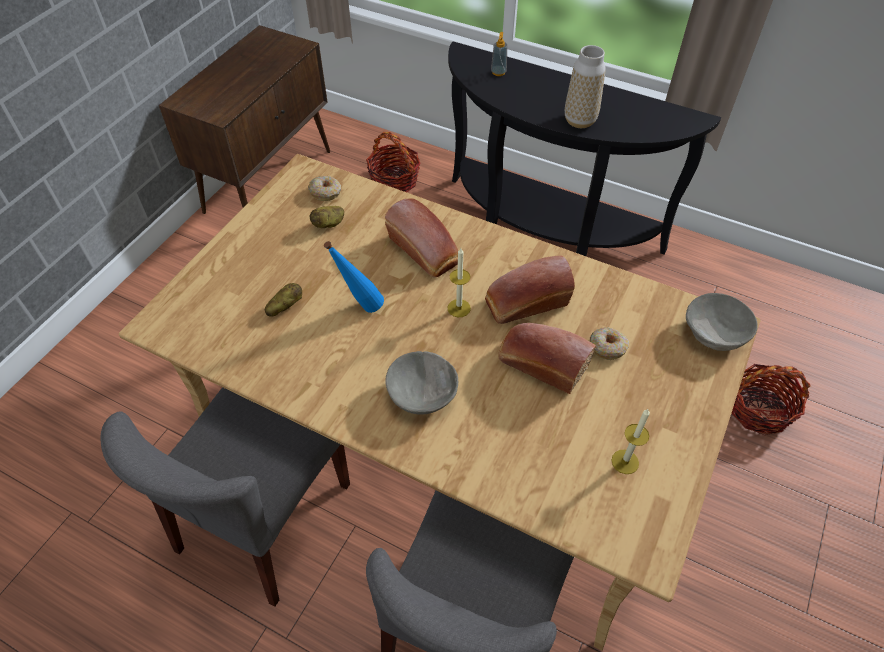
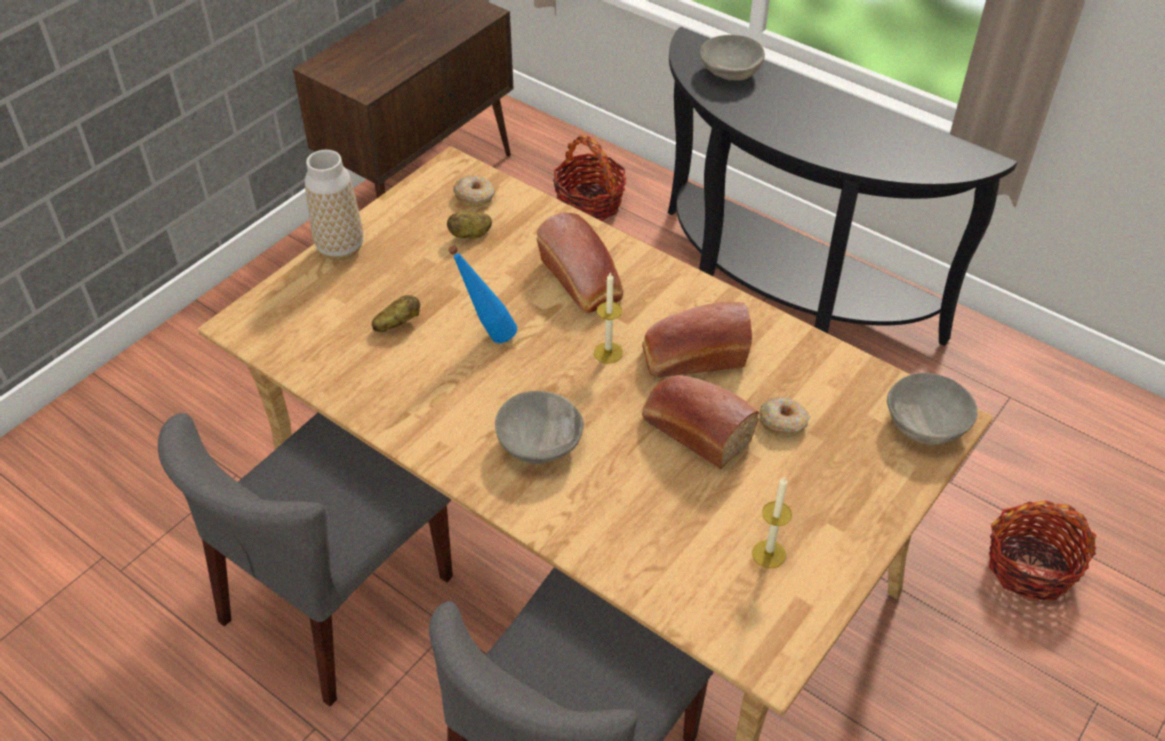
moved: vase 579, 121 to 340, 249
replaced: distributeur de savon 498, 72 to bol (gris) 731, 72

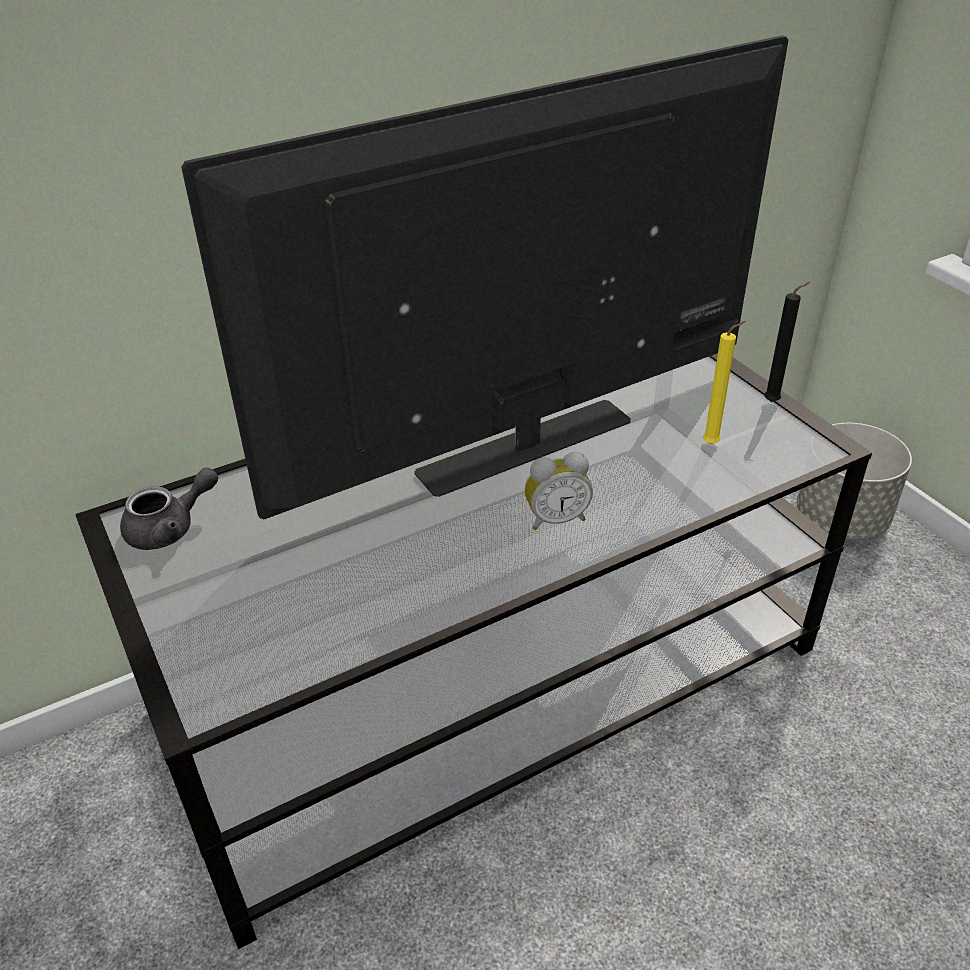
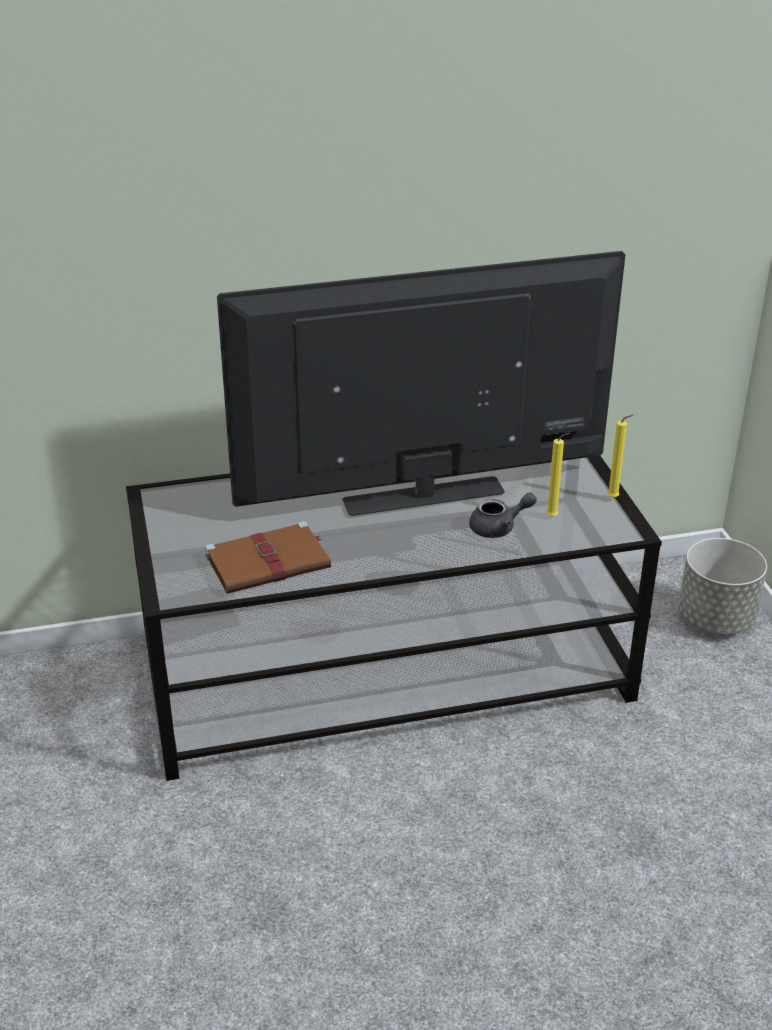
removed: réveil 556, 519
added: livre (marron) 270, 562
moved: théière (gris) 170, 528 to 499, 528
recoloured: bougie (noir) 774, 401 to bougie (jaune) 614, 498

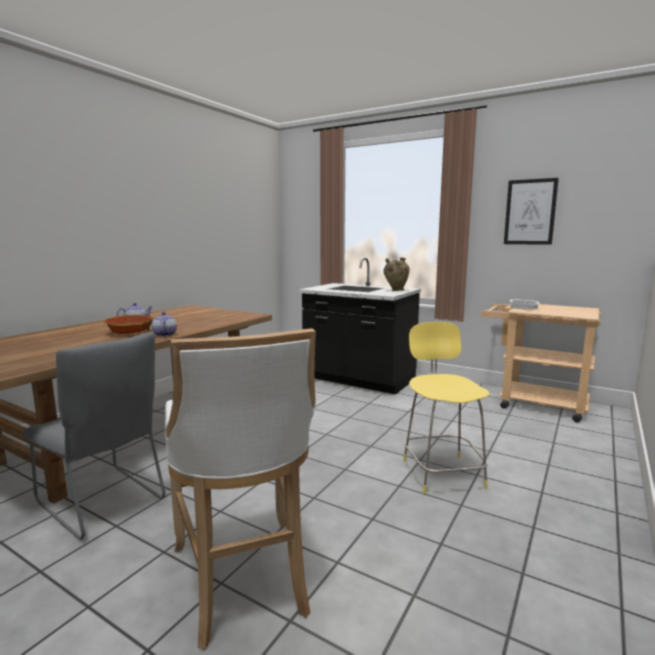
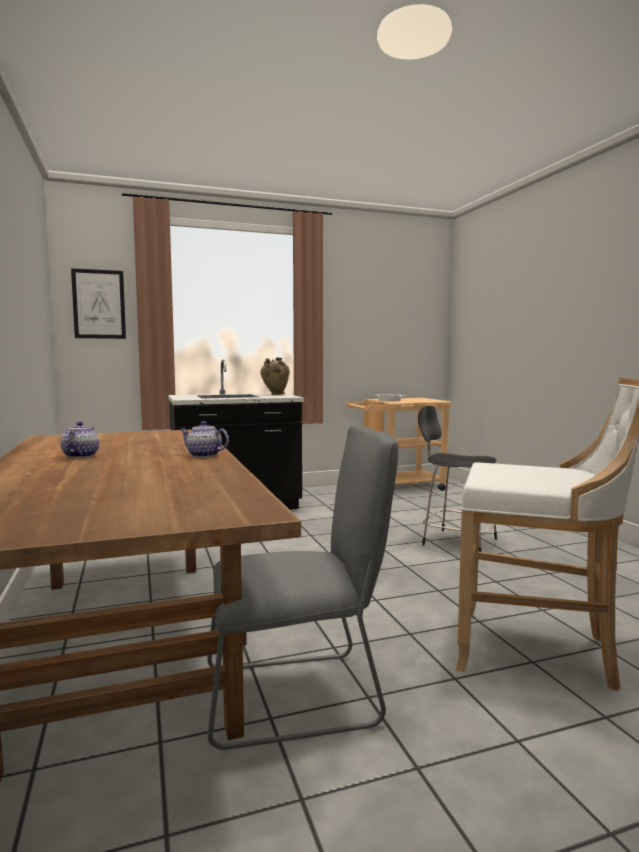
removed: bol 129, 332
moved: tableau 530, 212 to 99, 304
recoloured: tabouret (jaune) 441, 472 to tabouret (noir) 457, 541

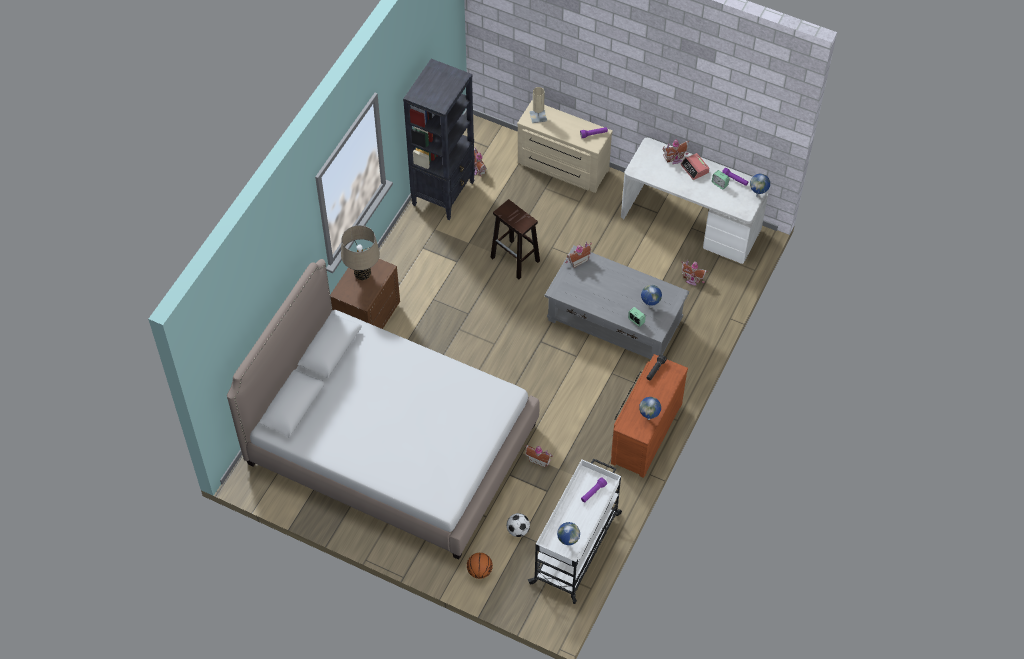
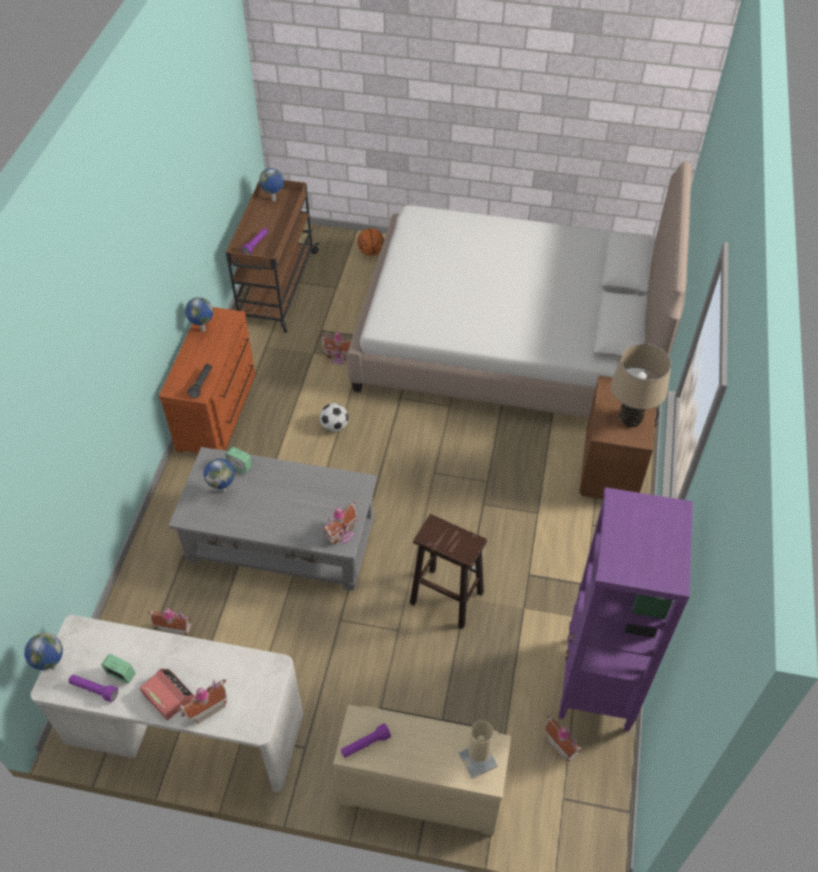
moved: ballon de foot 518, 530 to 334, 426
recoloured: bibliothèque (noir) 444, 193 to bibliothèque (violet) 596, 685; chariot (blanc) 576, 547 to chariot (marron) 276, 288

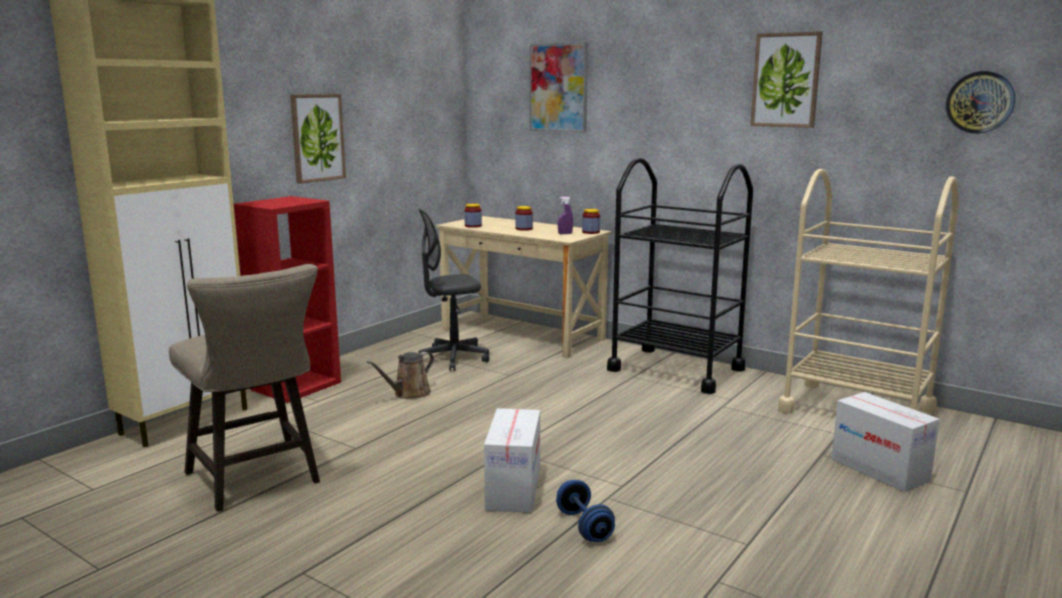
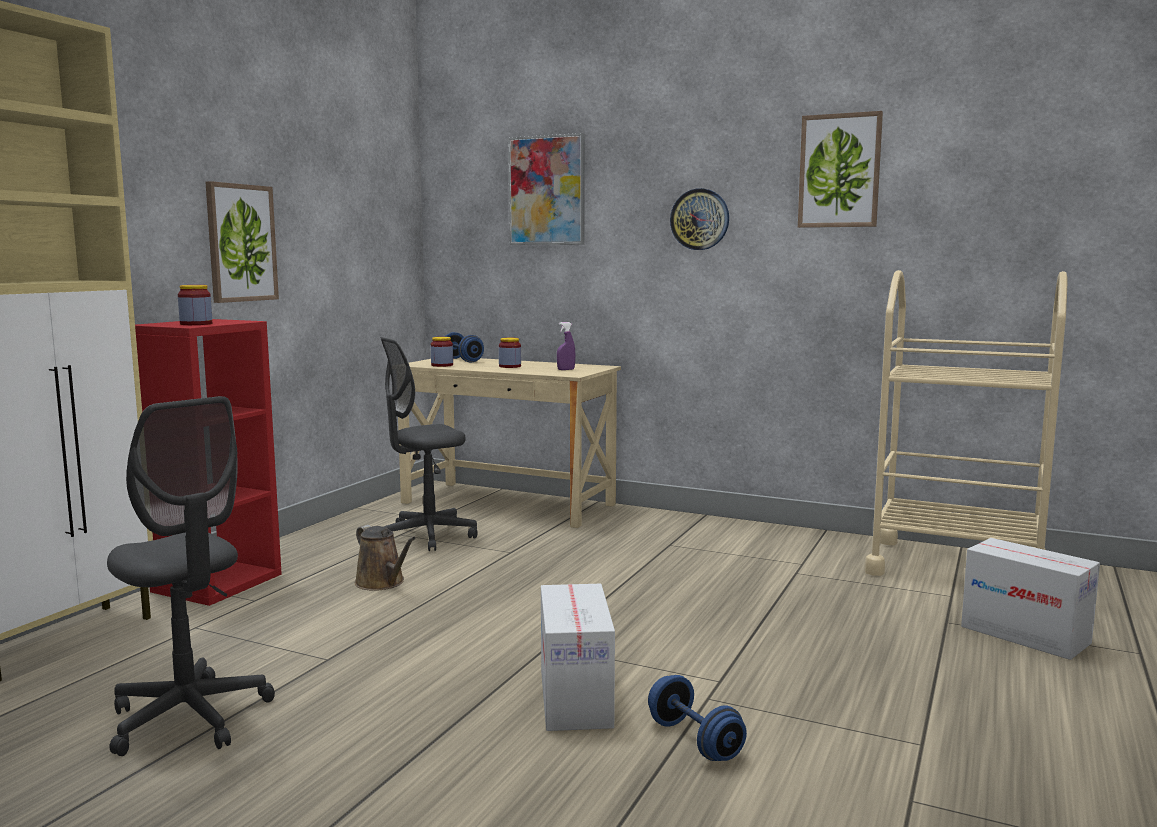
removed: chariot (noir) 676, 369
added: haltère (bleu) 462, 360
moved: bocal 591, 232 to 196, 324; horloge murale 980, 102 to 700, 219
replaced: tabouret (beige) 257, 481 to chaise de bureau (gris) 189, 718
turned: arrosoir (marron) 409, 394 = 382, 583 75 degrees counterclockwise

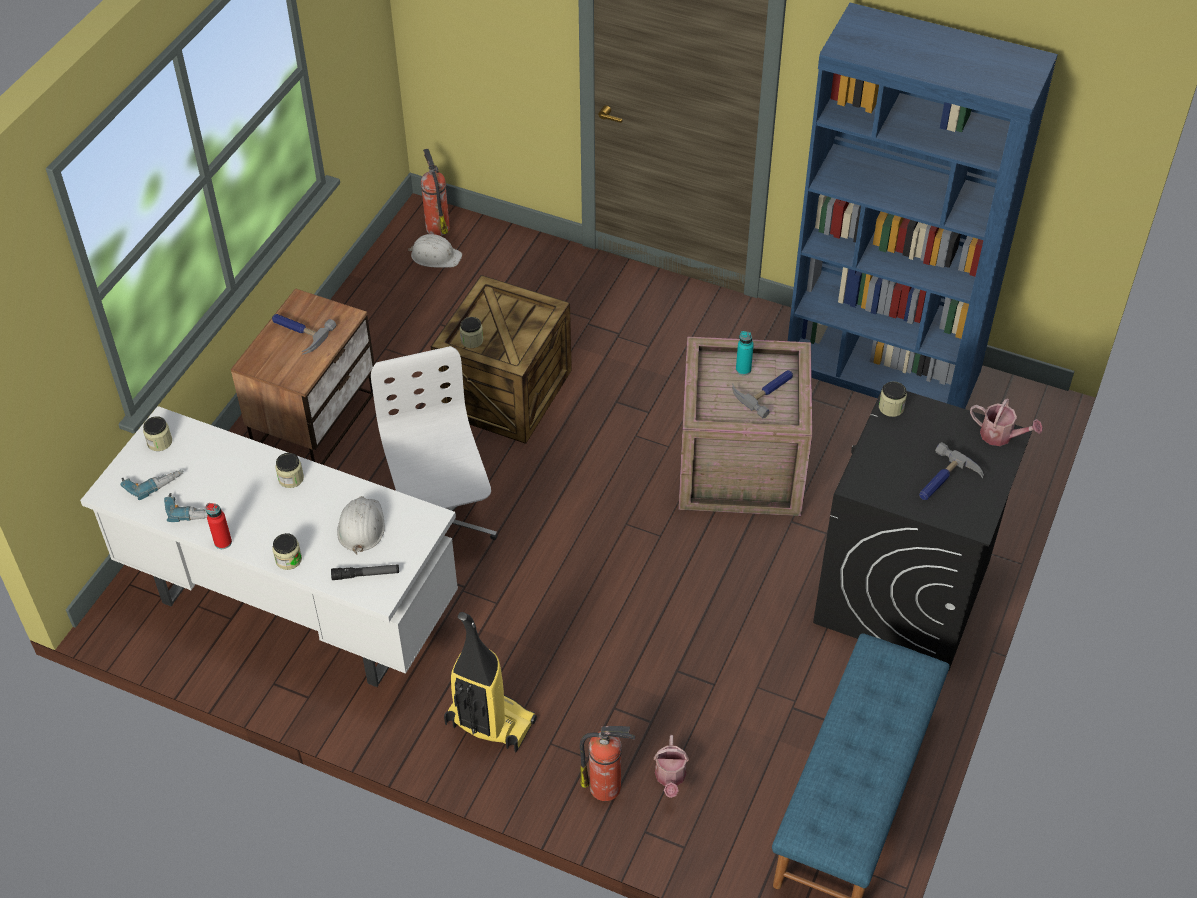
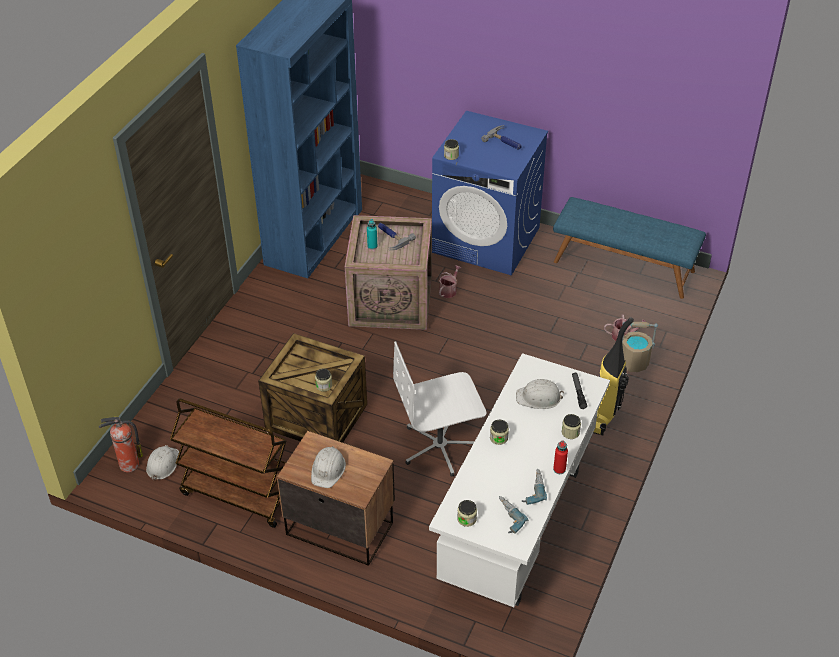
added: chariot (marron) 237, 495
moved: arrosoir 1001, 436 to 449, 290
replaced: marteau 298, 333 to casque de chantier (blanc) 328, 469; extincteur 607, 787 to seau (beige) 634, 362
recoloured: lave-linge (noir) 902, 592 to lave-linge (bleu) 487, 240

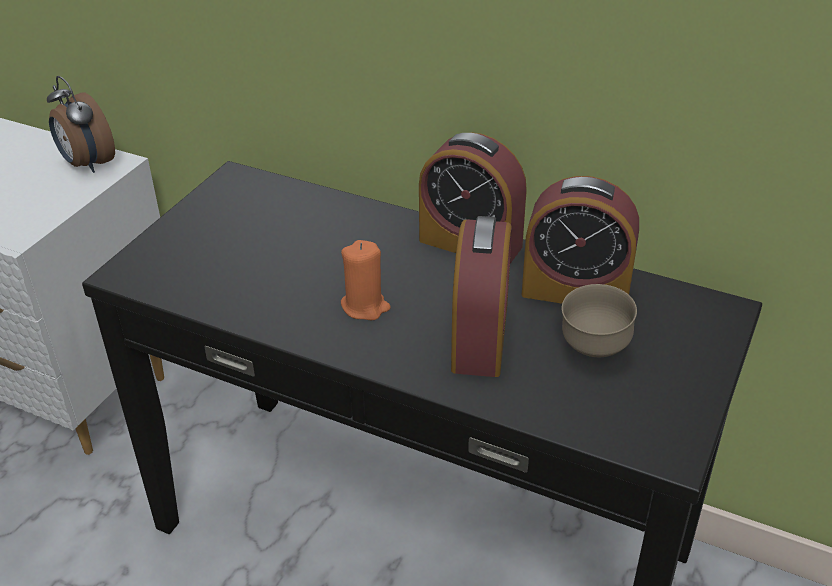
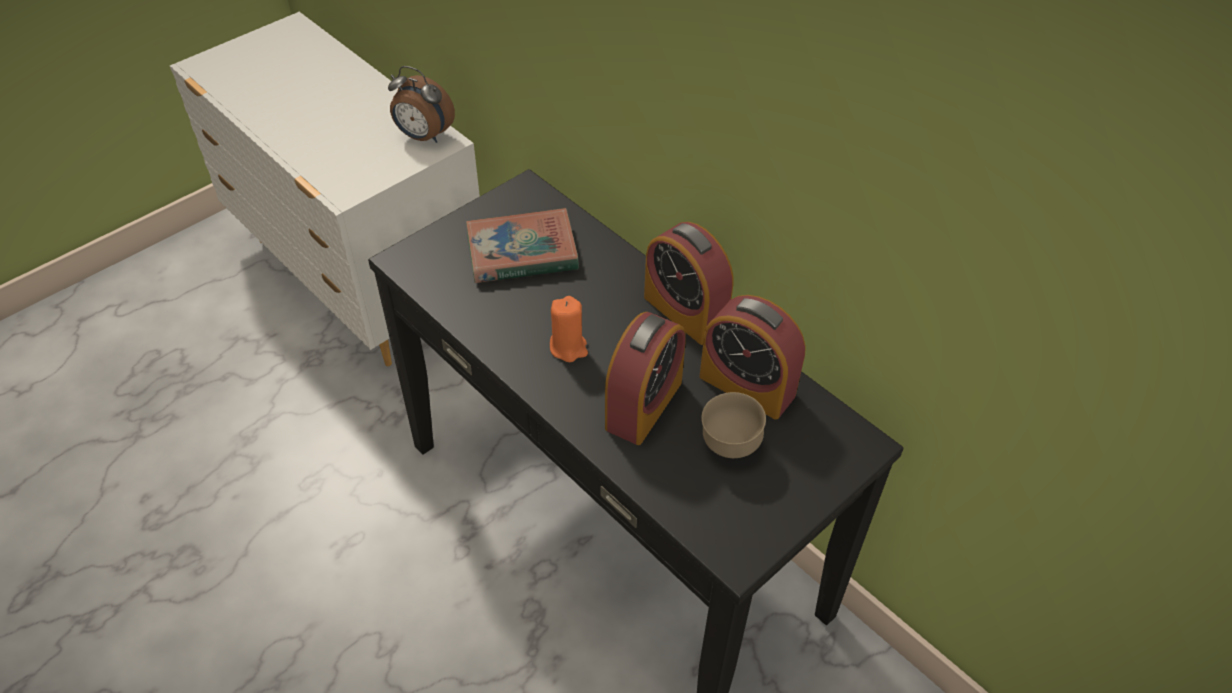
added: livre 522, 252
turned: réveil 87, 164 = 423, 136 45 degrees counterclockwise

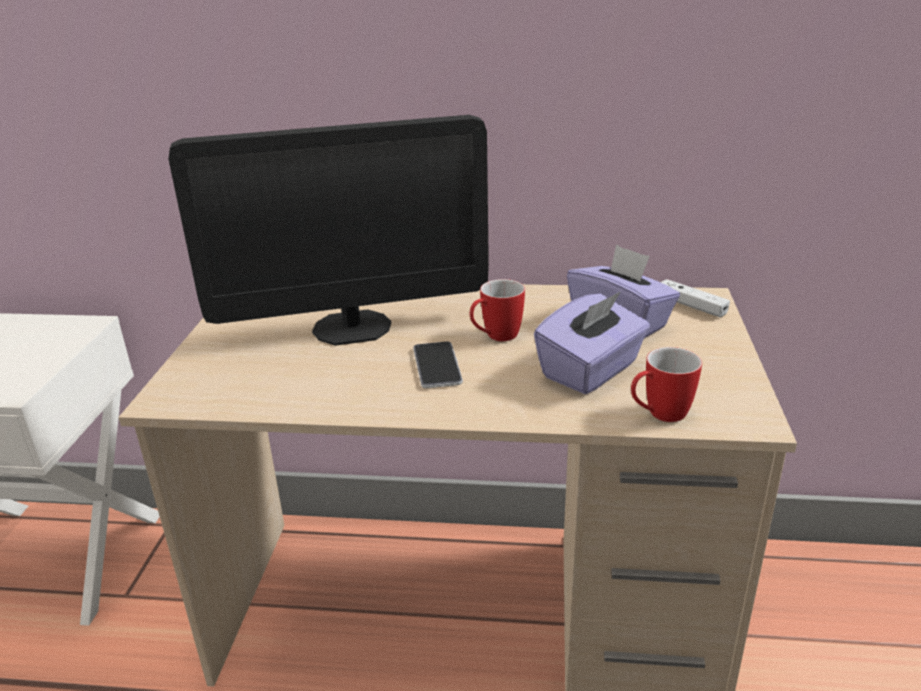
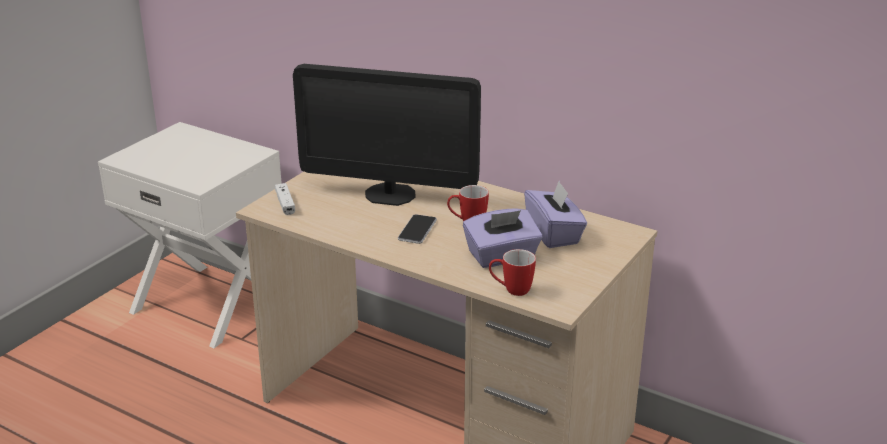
moved: manette (blanc) 691, 305 to 285, 203

